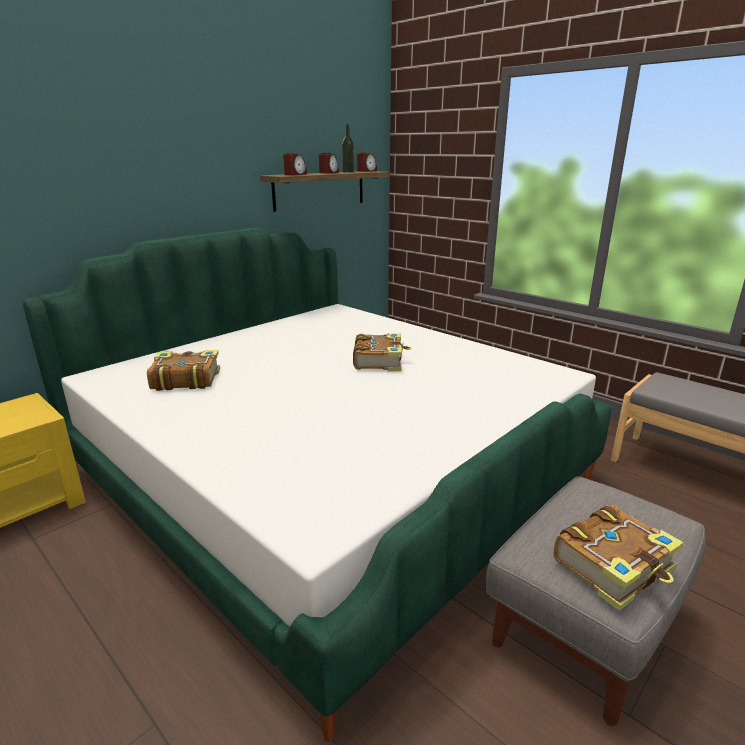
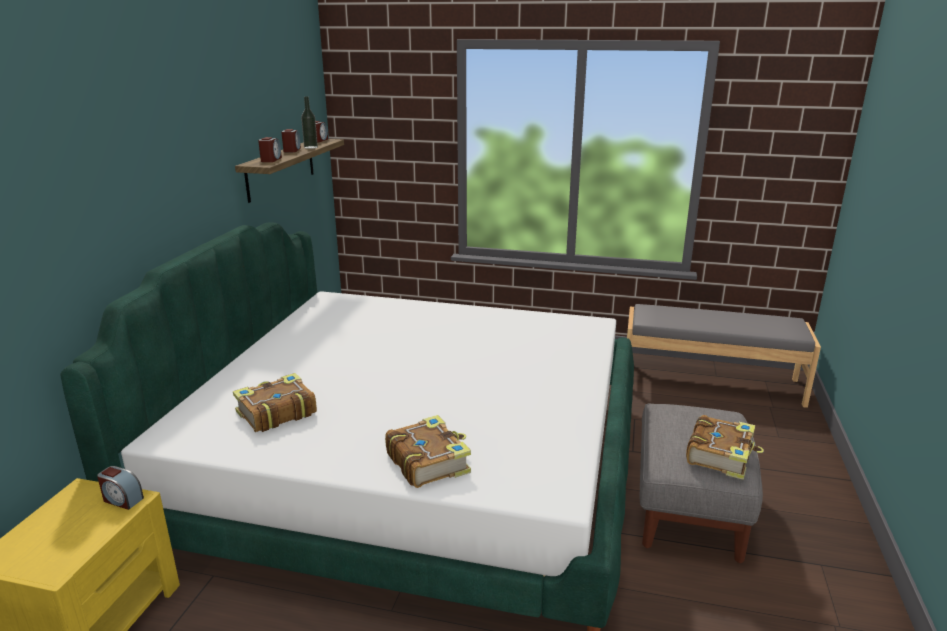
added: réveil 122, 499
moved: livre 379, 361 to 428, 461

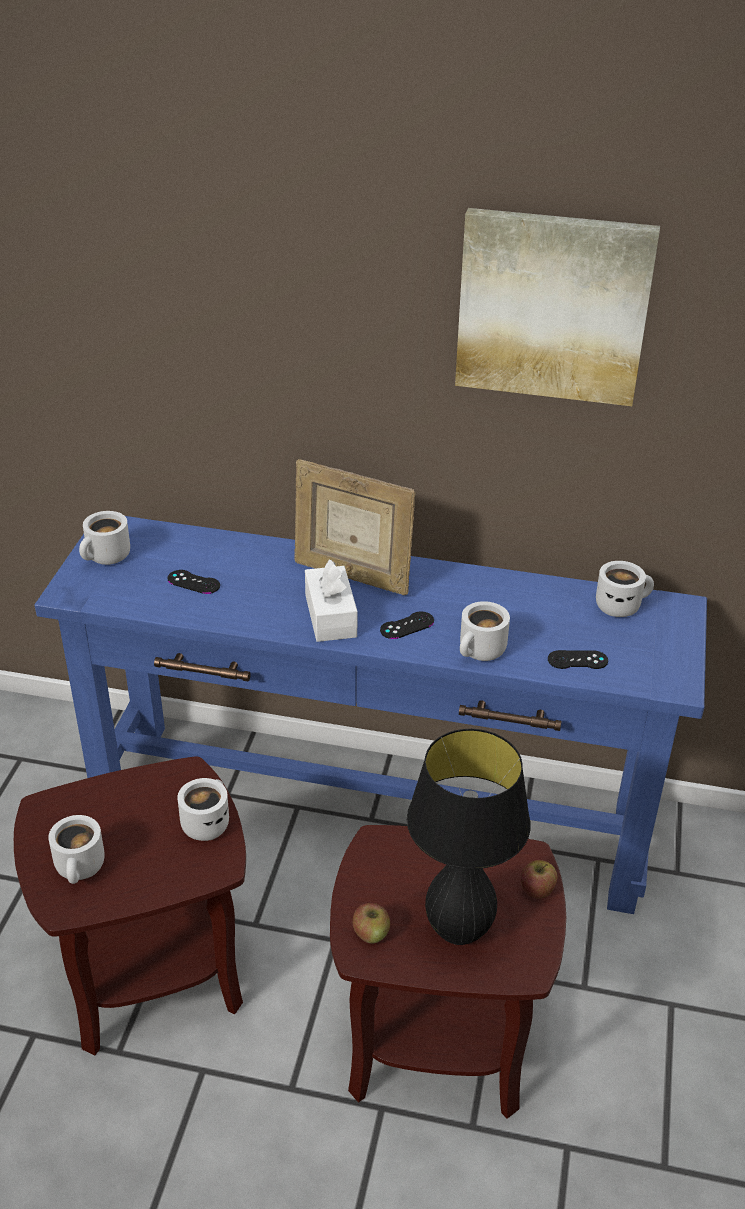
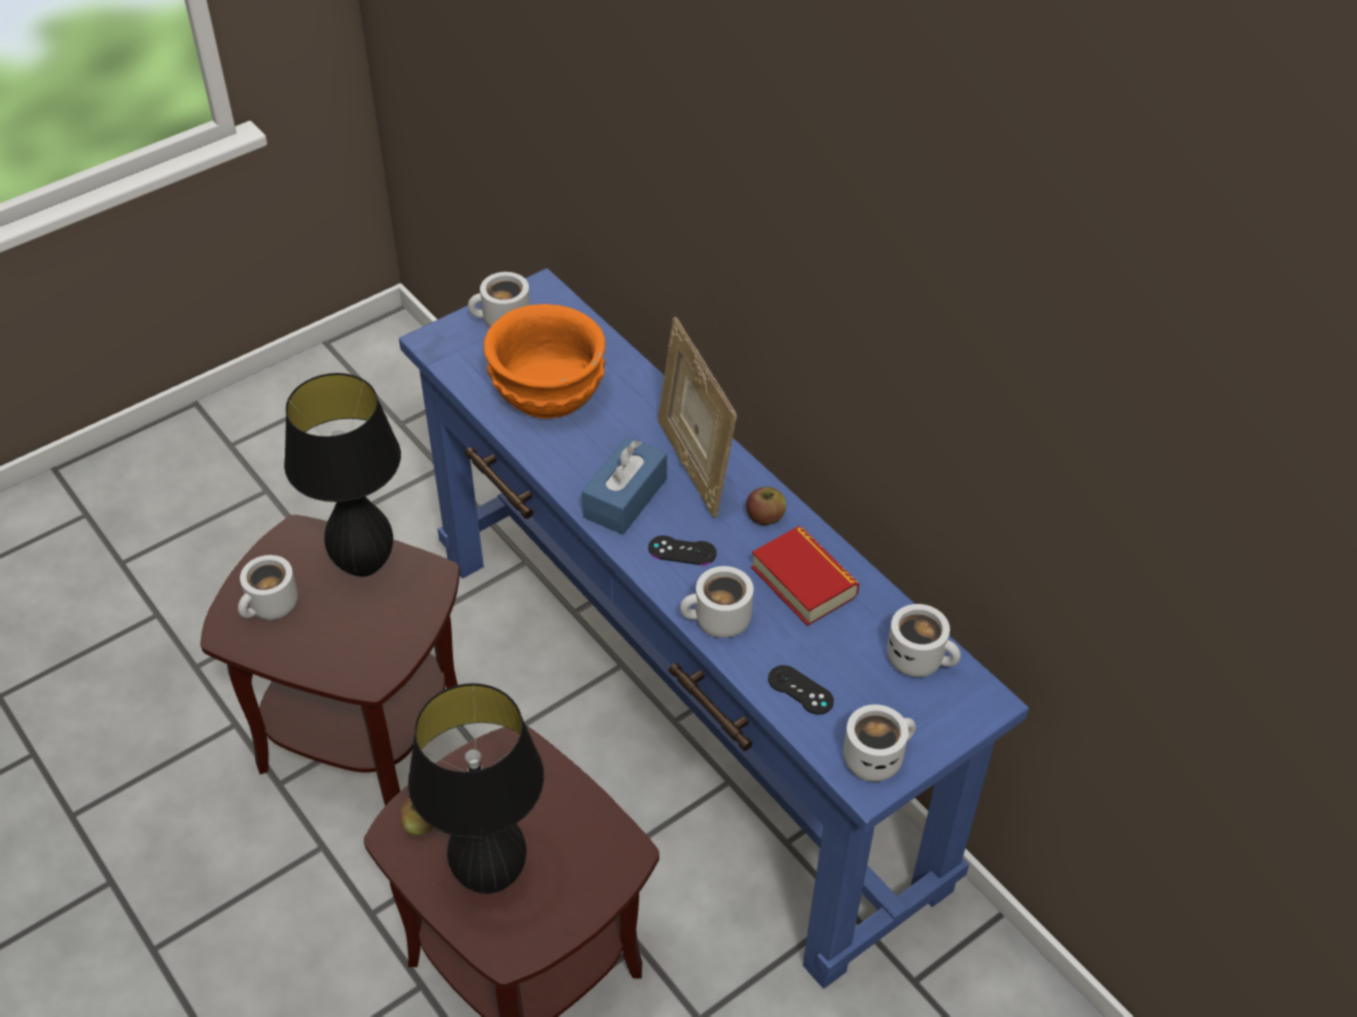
removed: tableau 553, 306
added: lampe de table (noir) 364, 565; livre 803, 582
moved: mug (blanc) 205, 822 to 875, 756; pomme 537, 889 to 765, 517
replaced: manette (noir) 193, 582 to bol (orange) 546, 390
recoloured: boîte à mouchoirs (blanc) 330, 616 to boîte à mouchoirs (bleu) 625, 498

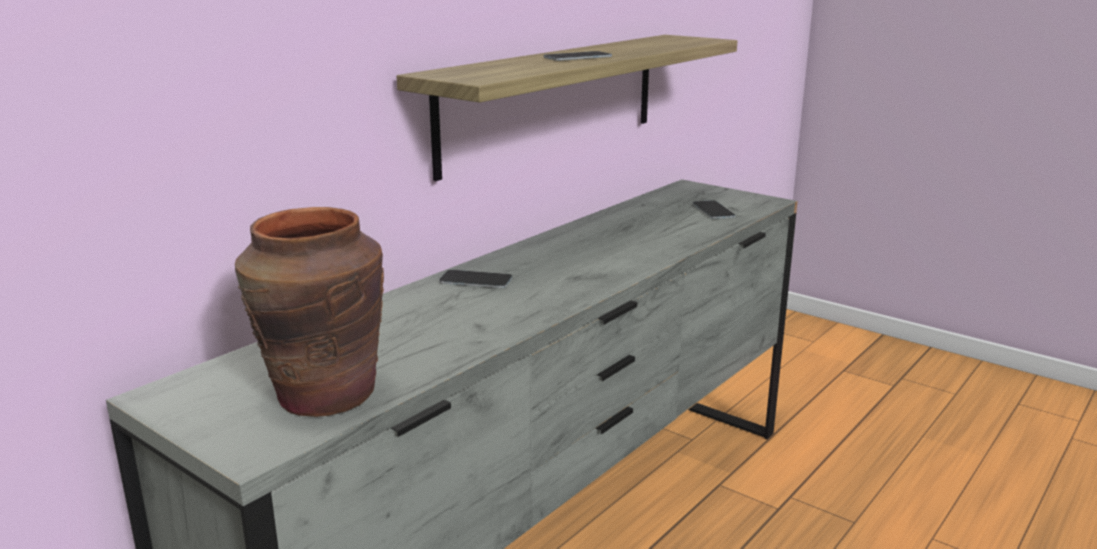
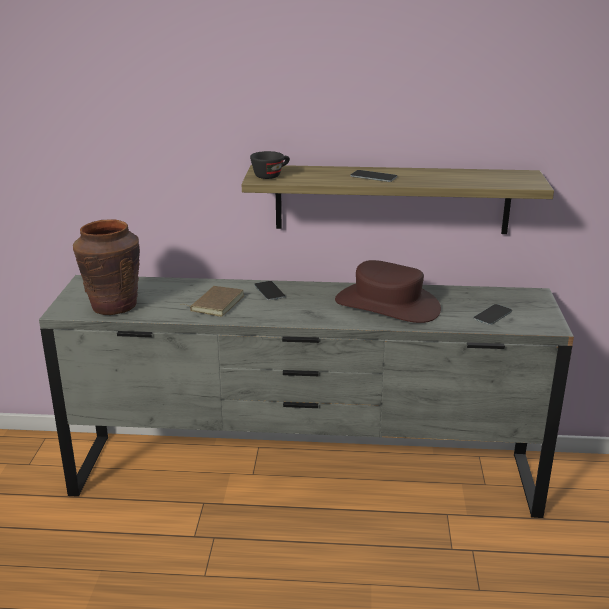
added: livre (marron) 216, 303; tasse (noir) 271, 175; chapeau (marron) 387, 305

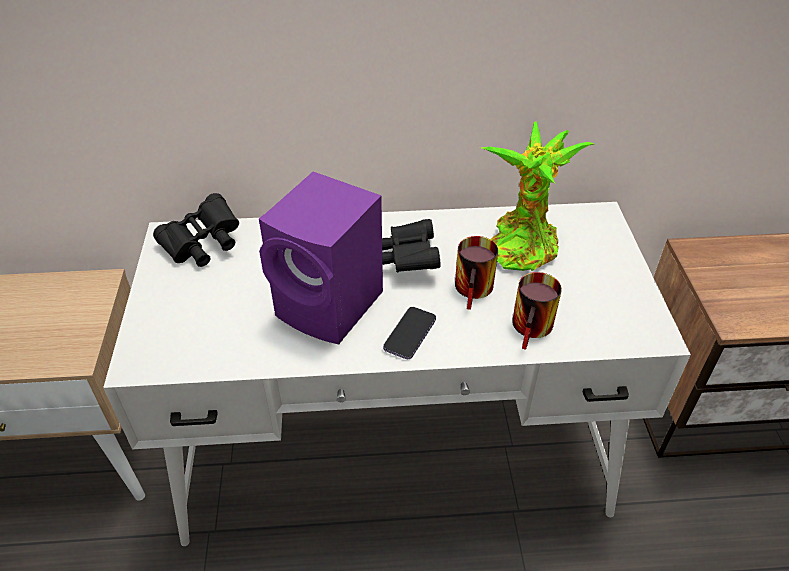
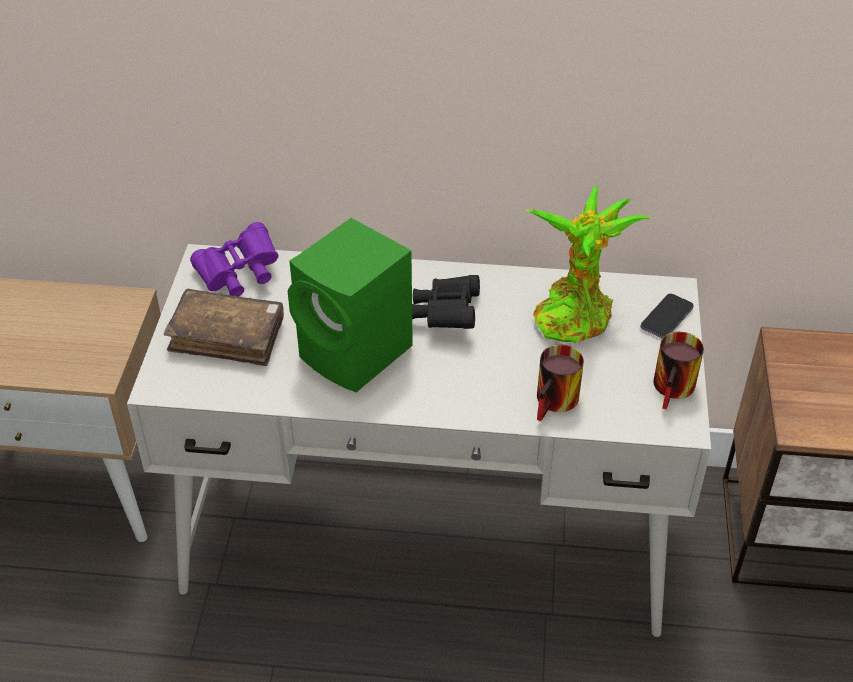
added: livre (marron) 227, 336
moved: téléphone 410, 334 to 666, 318; mug 476, 290 to 676, 390
recoloured: jumelles (noir) 203, 245 to jumelles (violet) 239, 275; enceinte (violet) 332, 306 to enceinte (vert) 357, 354

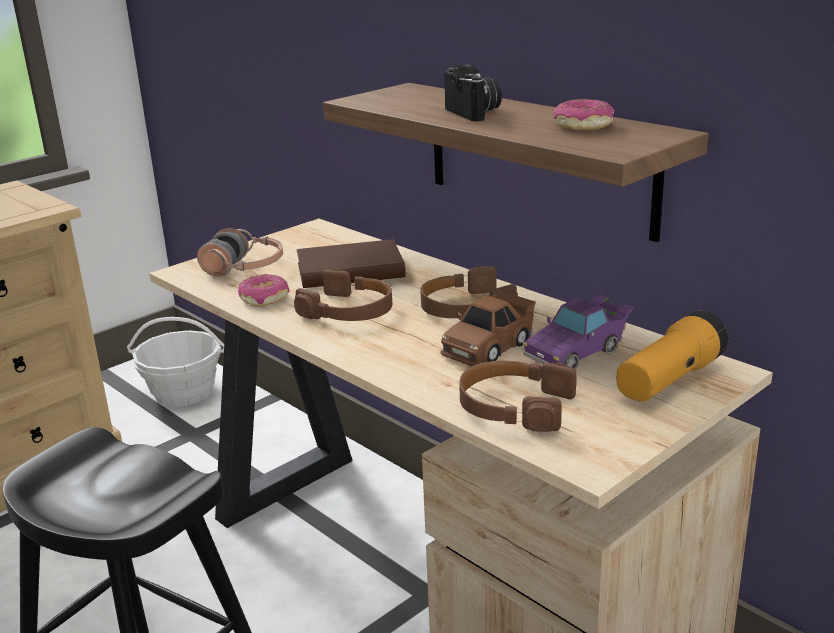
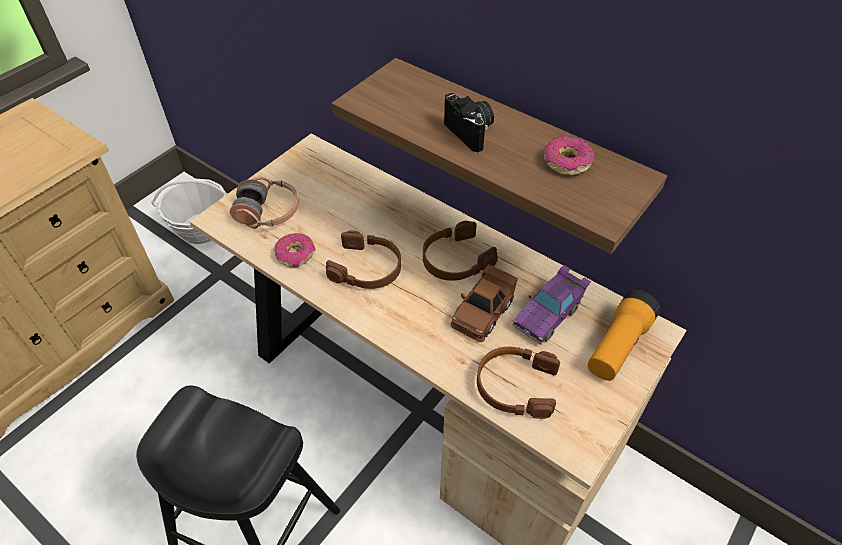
removed: livre (marron) 350, 271

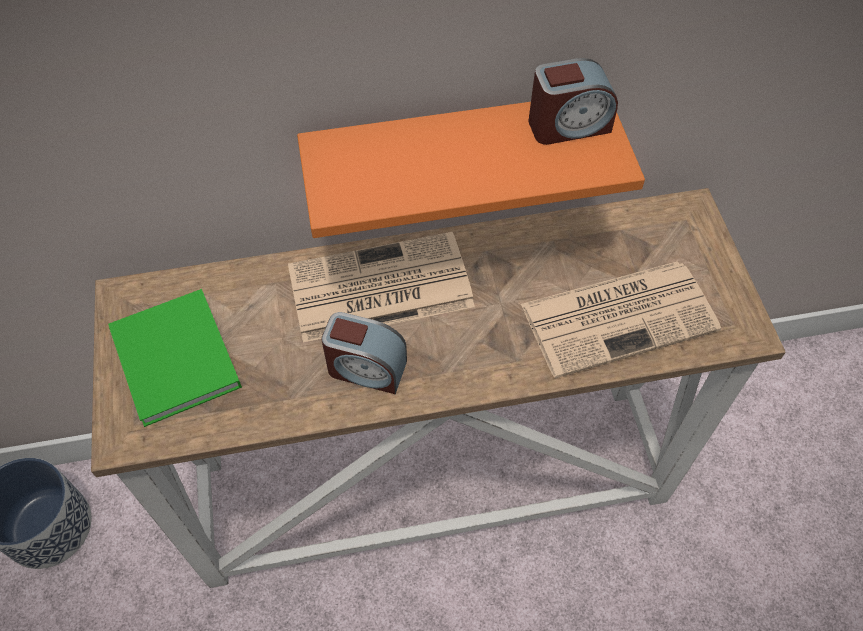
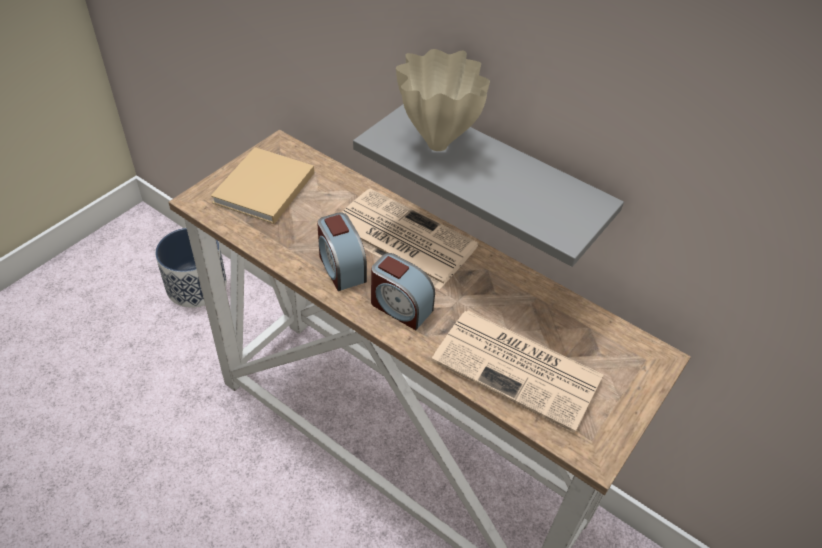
added: vase (beige) 436, 144
moved: réveil 568, 125 to 400, 307
recoloured: livre (vert) 177, 362 to livre (beige) 263, 189; étagère (orange) 453, 153 to étagère (gris) 504, 183

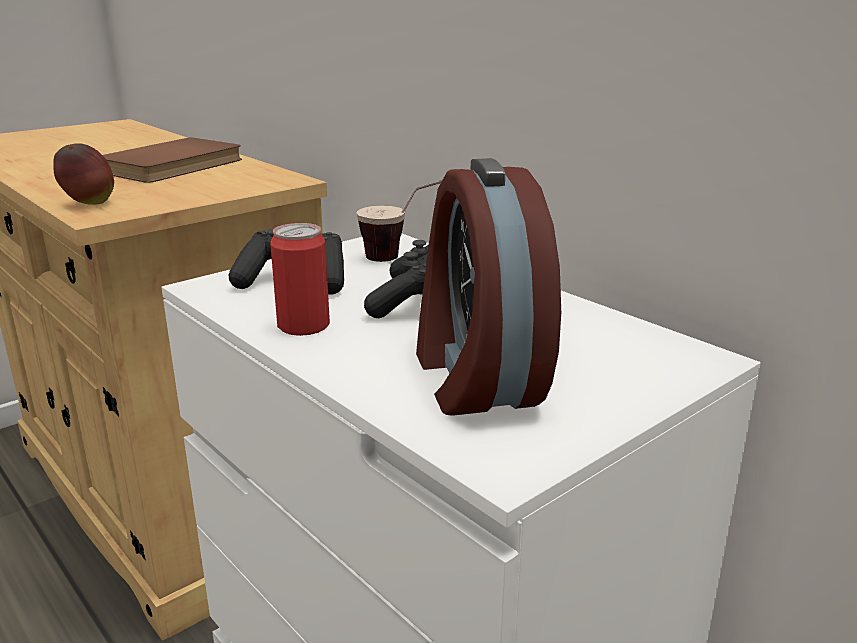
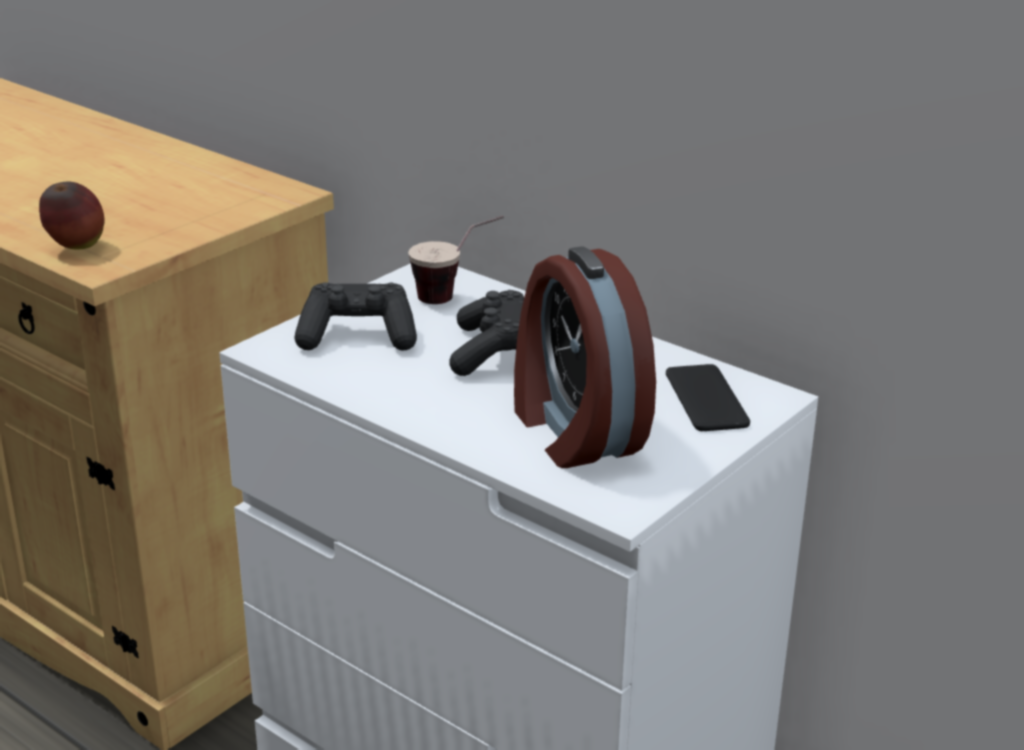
removed: livre (marron) 174, 166; boîte métallique 303, 325
added: téléphone 706, 399

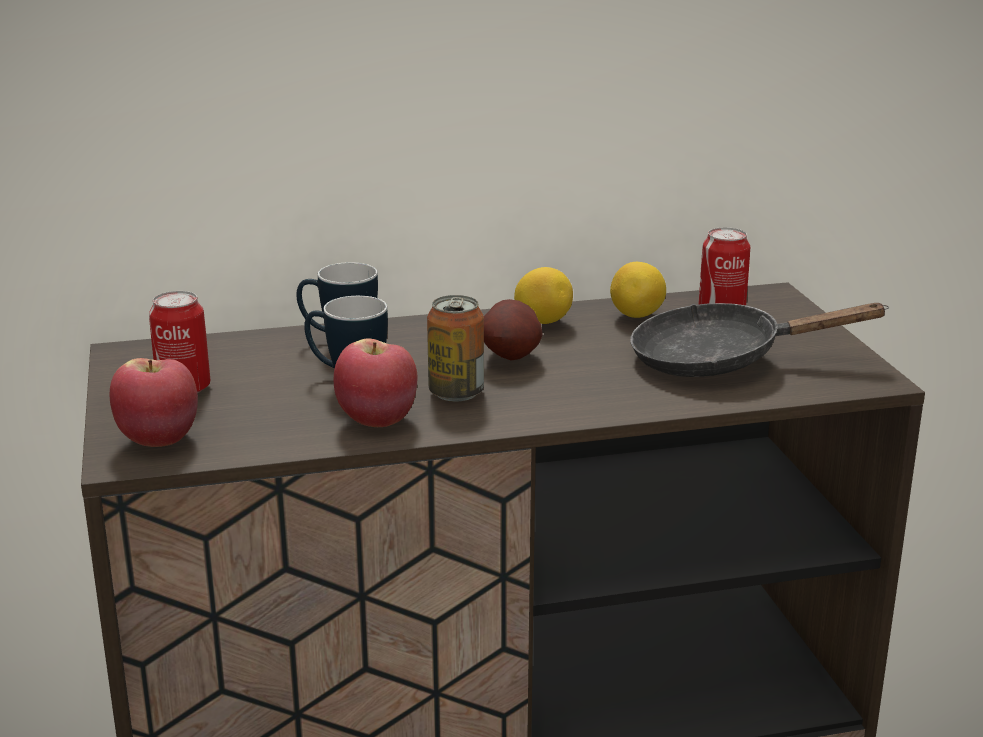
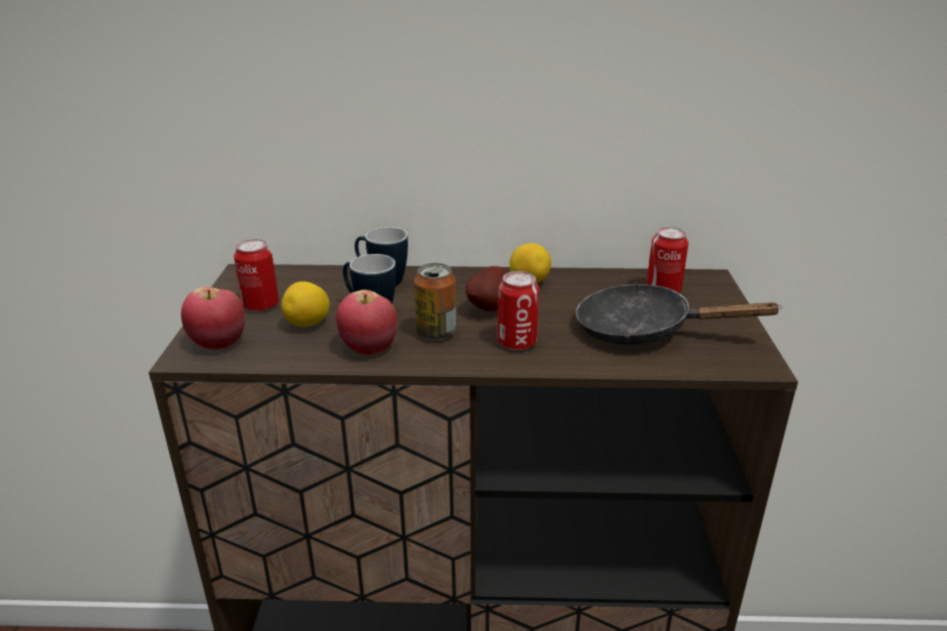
added: boîte métallique 517, 342
moved: citron 637, 316 to 308, 324

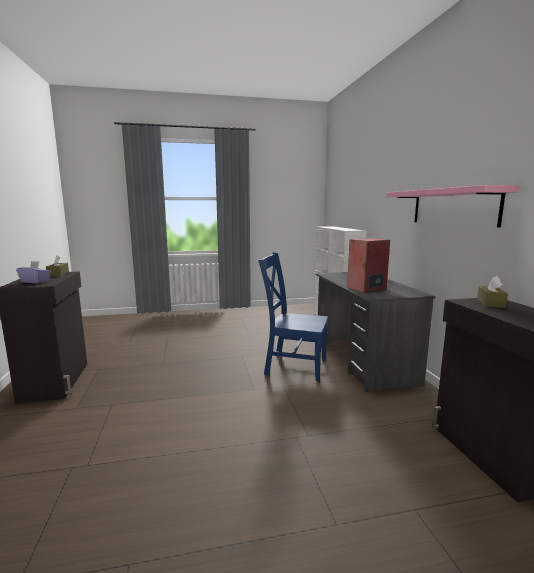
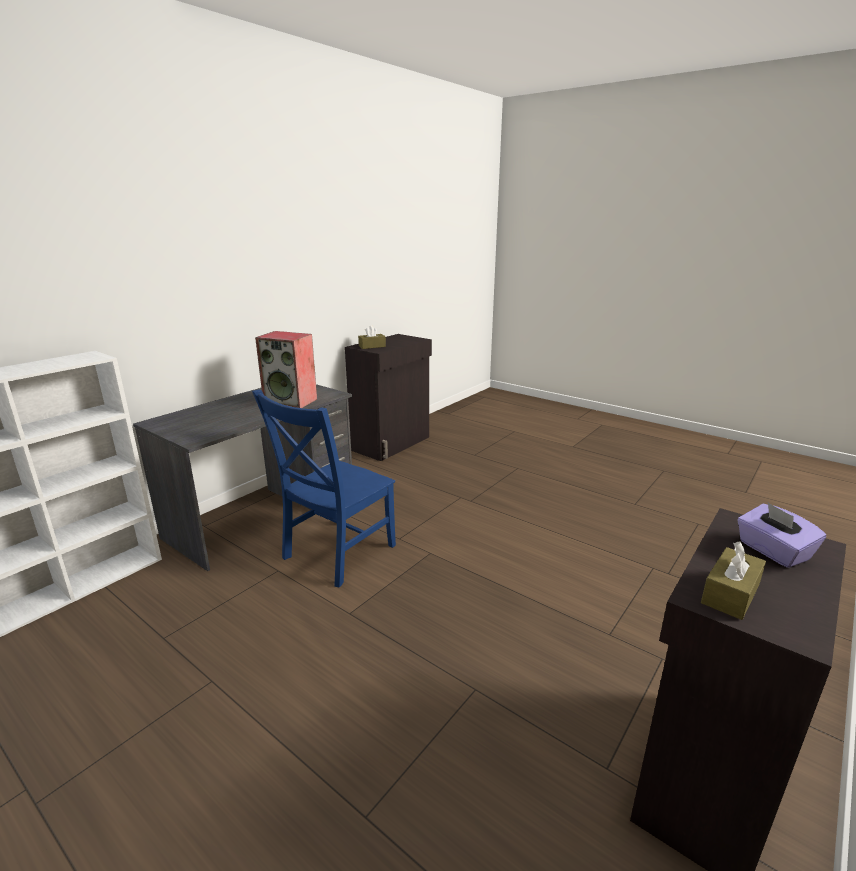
removed: étagère (rose) 453, 207
turned: chaise (bleu) 293, 366 = 336, 554 60 degrees clockwise

